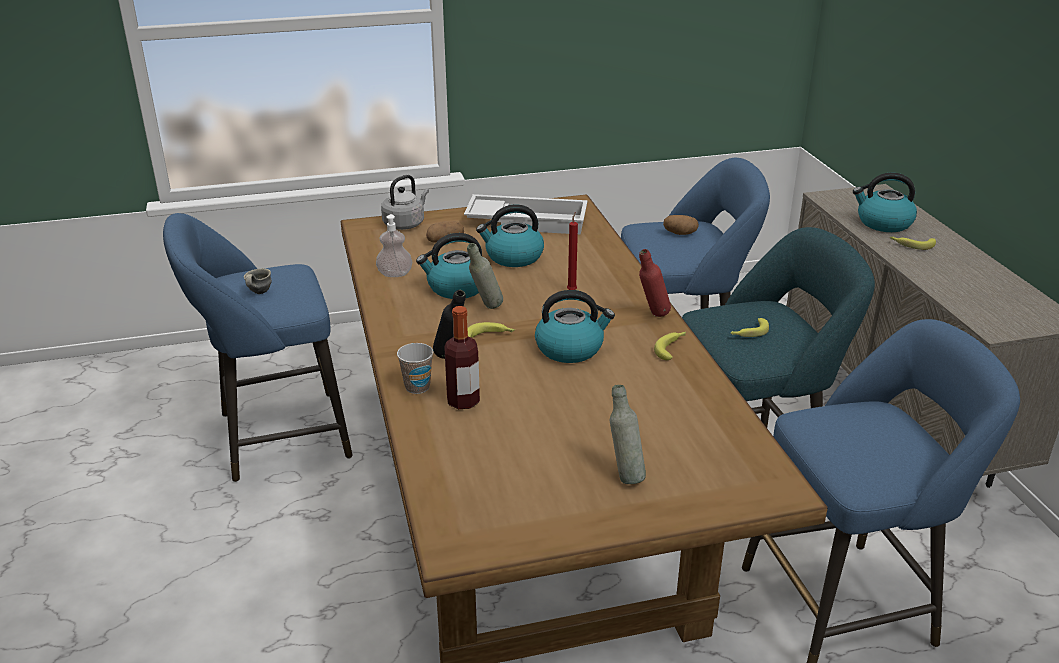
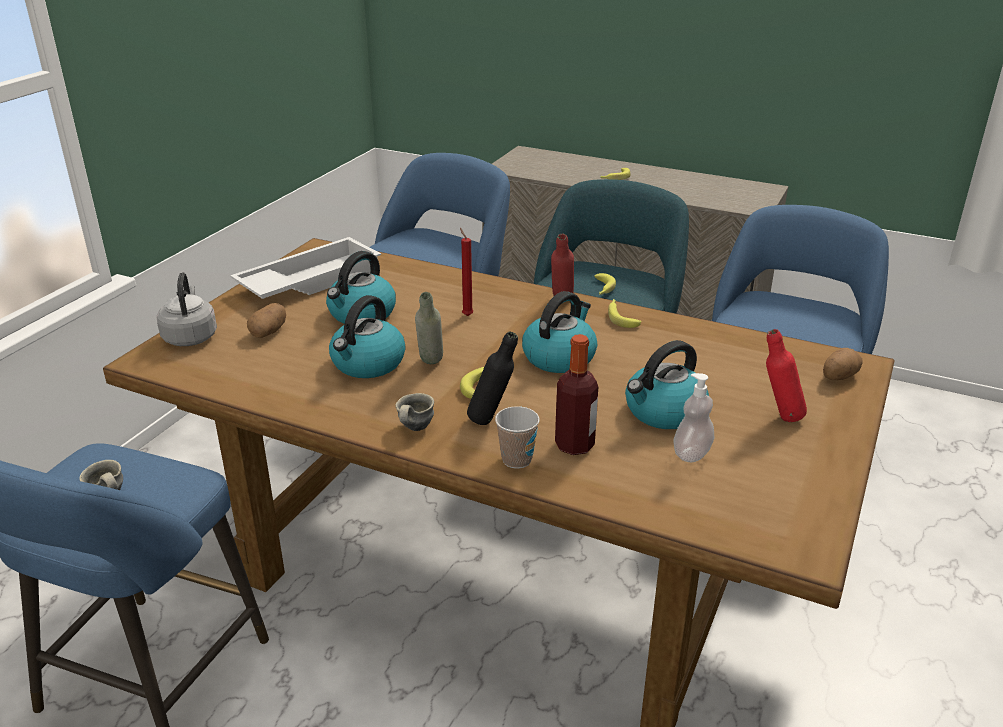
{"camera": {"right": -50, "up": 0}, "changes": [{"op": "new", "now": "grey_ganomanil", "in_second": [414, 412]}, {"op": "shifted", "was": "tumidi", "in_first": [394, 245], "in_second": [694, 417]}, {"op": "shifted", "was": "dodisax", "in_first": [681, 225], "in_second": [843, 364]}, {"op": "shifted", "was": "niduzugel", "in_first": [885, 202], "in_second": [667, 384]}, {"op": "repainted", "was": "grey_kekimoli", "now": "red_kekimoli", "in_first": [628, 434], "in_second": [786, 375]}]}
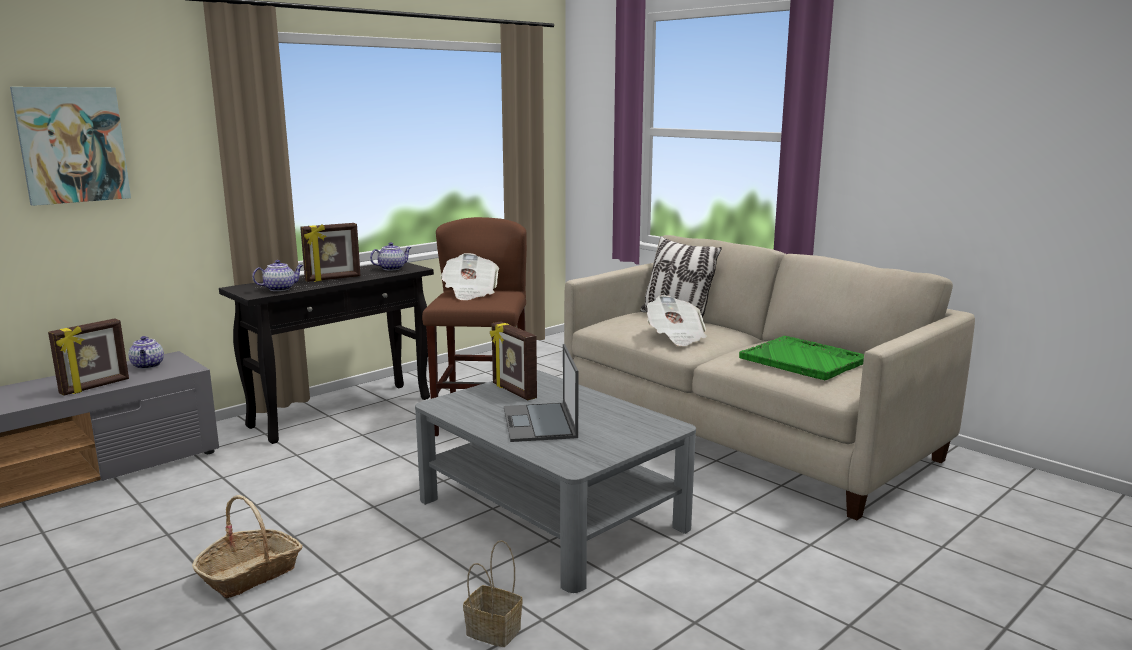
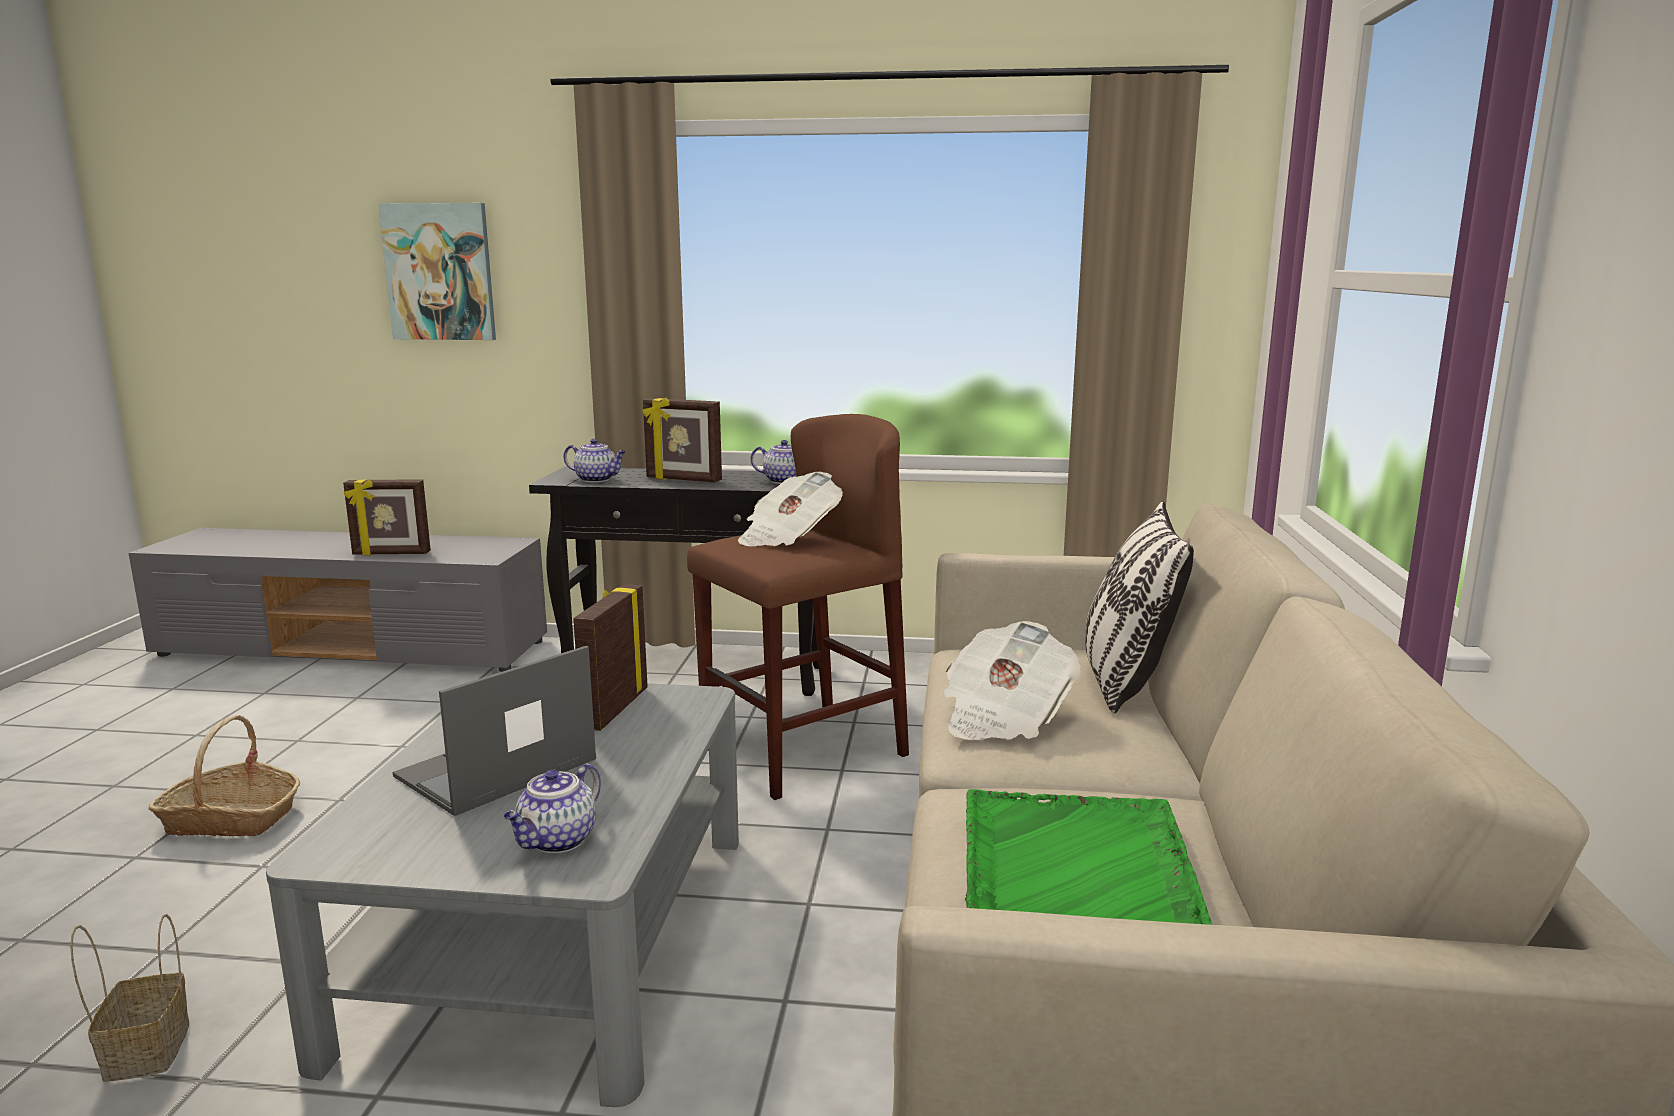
{"camera": {"right": 50, "up": 0}, "changes": [{"op": "shifted", "was": "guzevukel", "in_first": [146, 352], "in_second": [552, 808]}]}
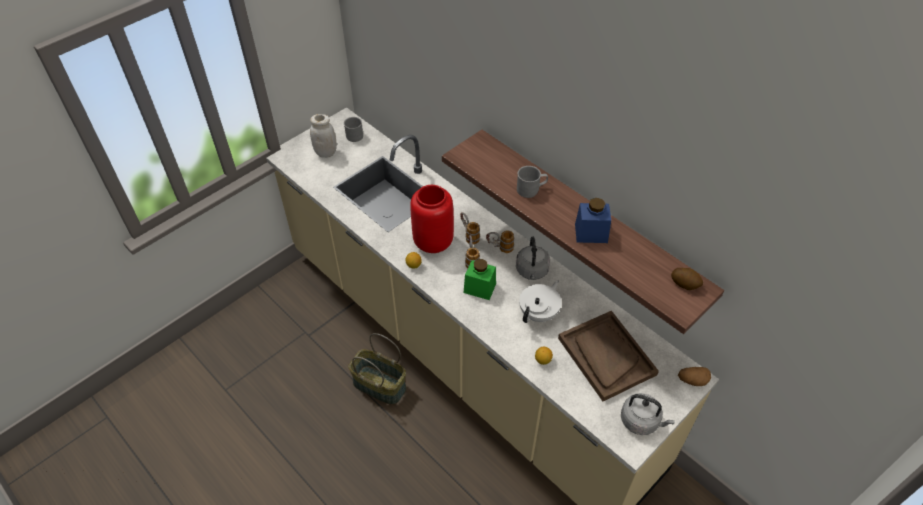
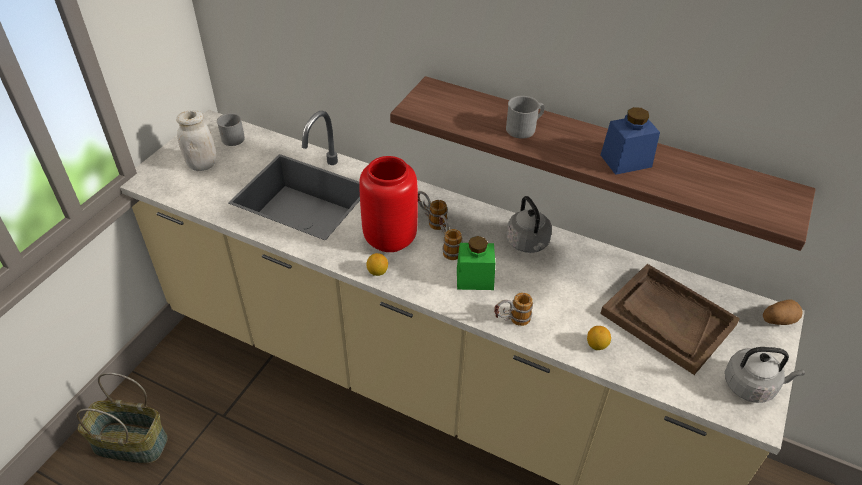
{"camera": {"right": -20, "up": -5}, "changes": [{"op": "gone", "was": "white_guzevukel", "in_first": [540, 301]}, {"op": "gone", "was": "dodisax", "in_first": [687, 279]}, {"op": "shifted", "was": "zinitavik", "in_first": [377, 369], "in_second": [122, 418]}, {"op": "shifted", "was": "ganomanil", "in_first": [500, 241], "in_second": [513, 309]}]}
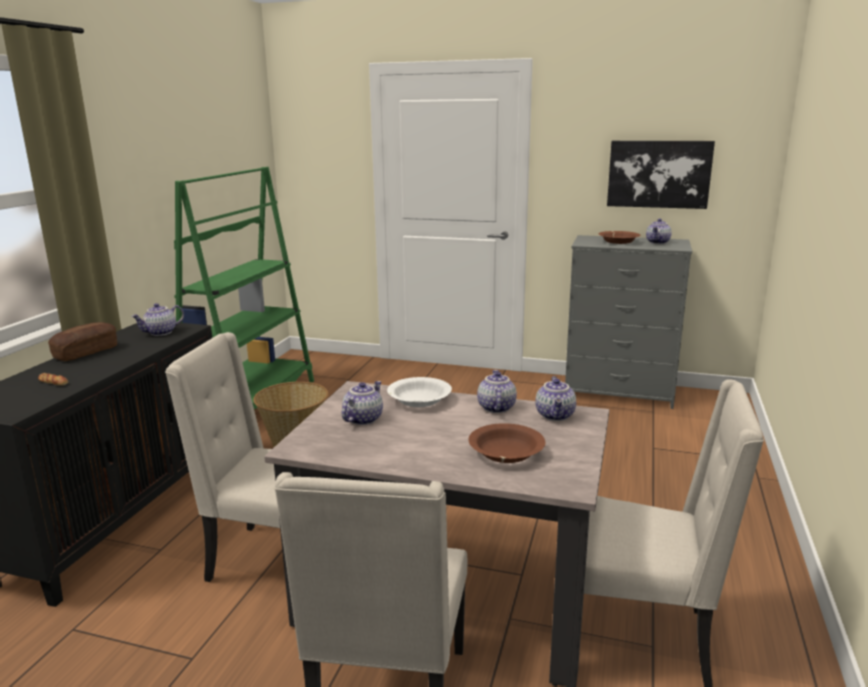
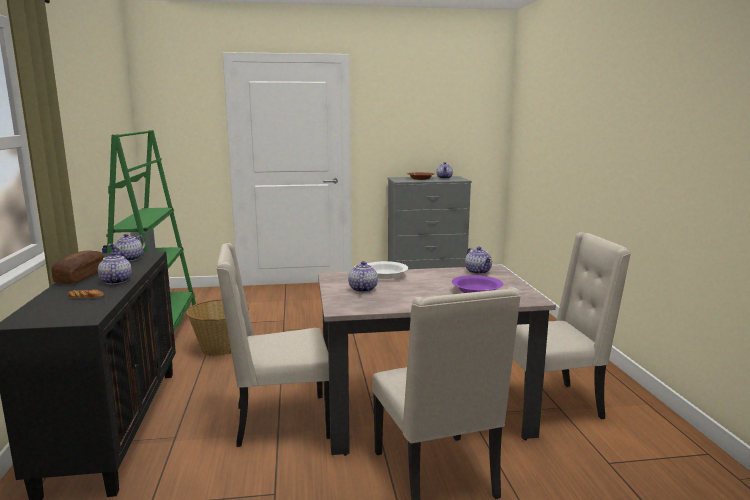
{"camera": {"right": -25, "up": -5}, "changes": [{"op": "gone", "was": "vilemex", "in_first": [661, 175]}, {"op": "shifted", "was": "guzevukel", "in_first": [497, 391], "in_second": [115, 268]}, {"op": "repainted", "was": "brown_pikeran", "now": "purple_pikeran", "in_first": [506, 443], "in_second": [477, 284]}]}
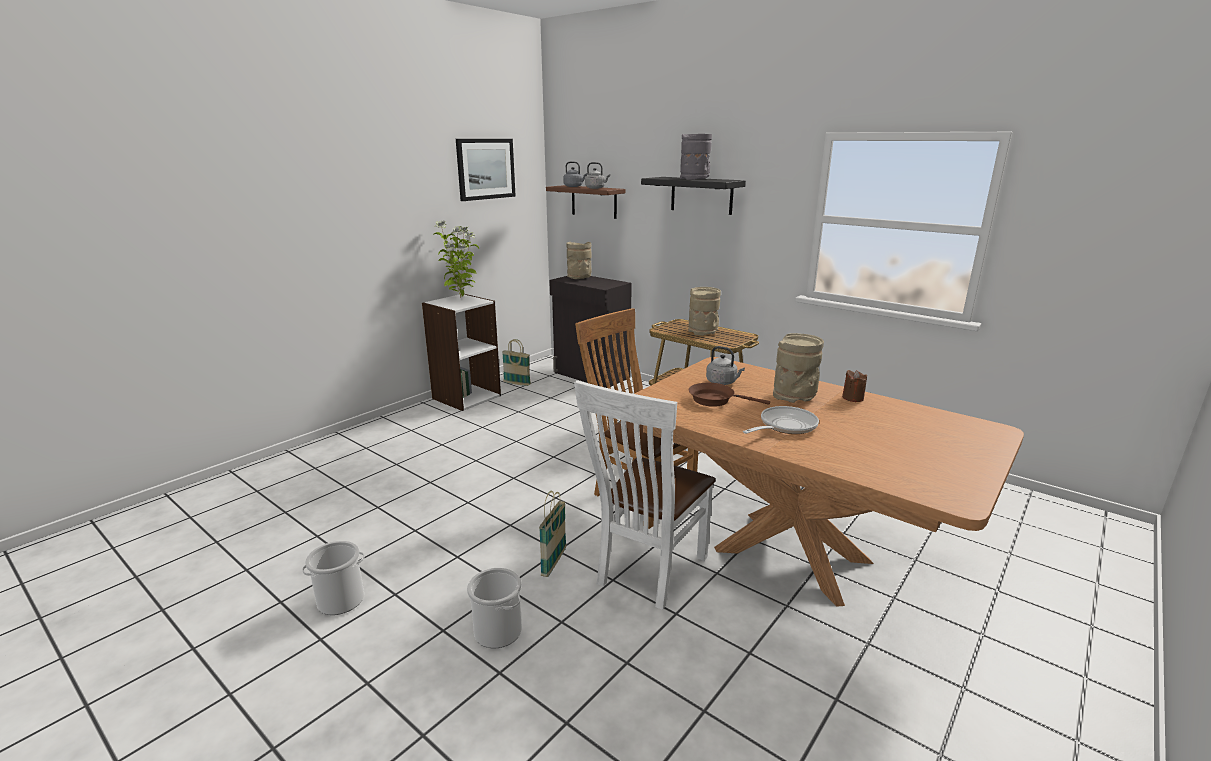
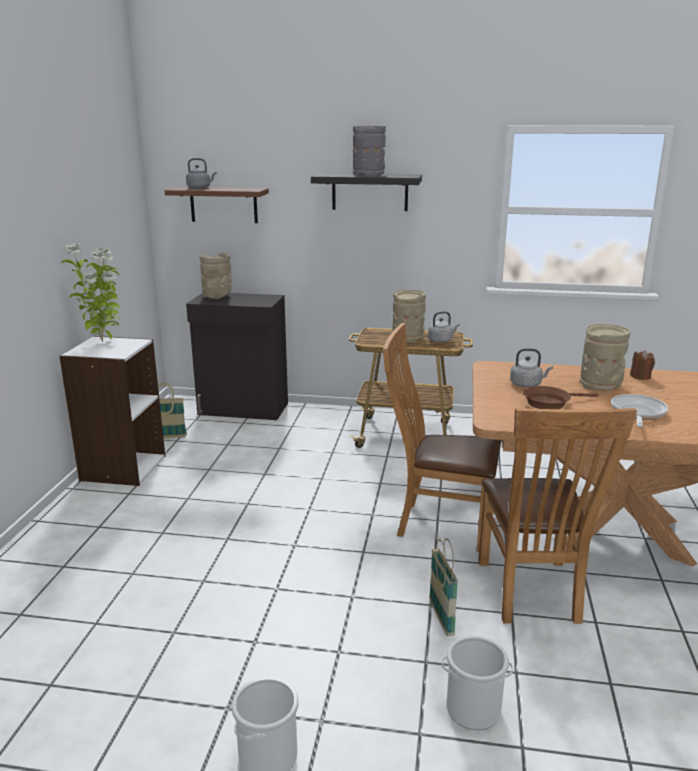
{"camera": {"right": -30, "up": 0}, "changes": [{"op": "gone", "was": "vilemex", "in_first": [486, 170]}, {"op": "shifted", "was": "grey_niduzugel", "in_first": [597, 175], "in_second": [444, 327]}, {"op": "repainted", "was": "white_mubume", "now": "brown_mubume", "in_first": [644, 495], "in_second": [557, 516]}]}
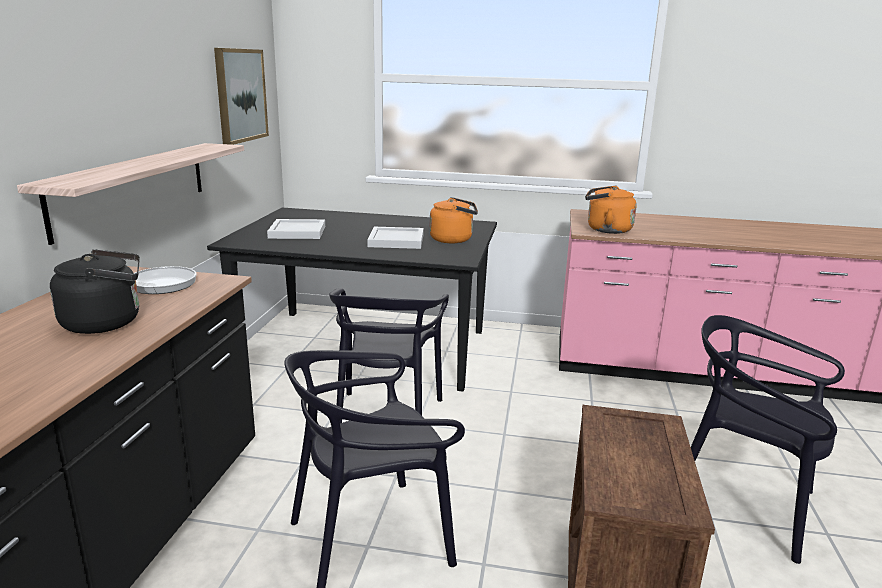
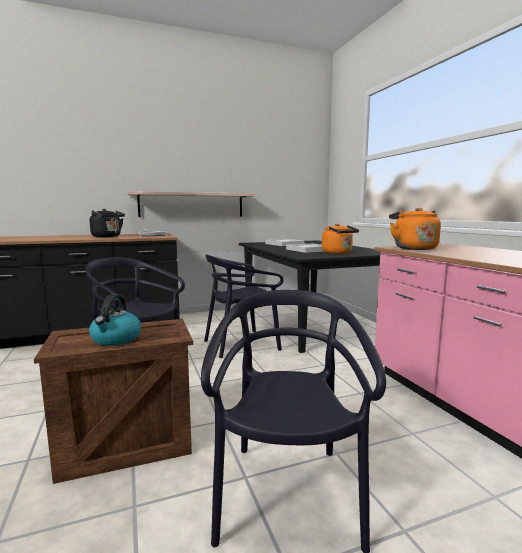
{"camera": {"right": 60, "up": -10}, "changes": [{"op": "gone", "was": "vilemex", "in_first": [241, 96]}, {"op": "new", "now": "niduzugel", "in_second": [115, 320]}]}
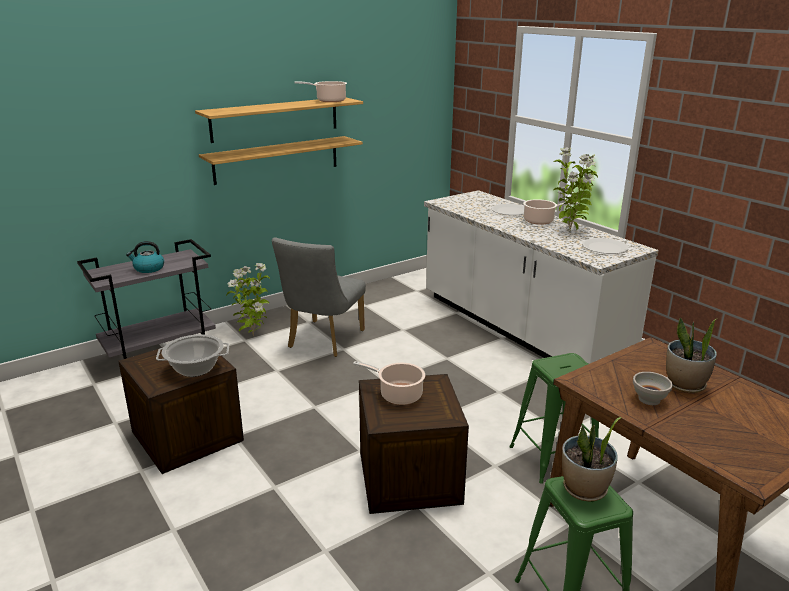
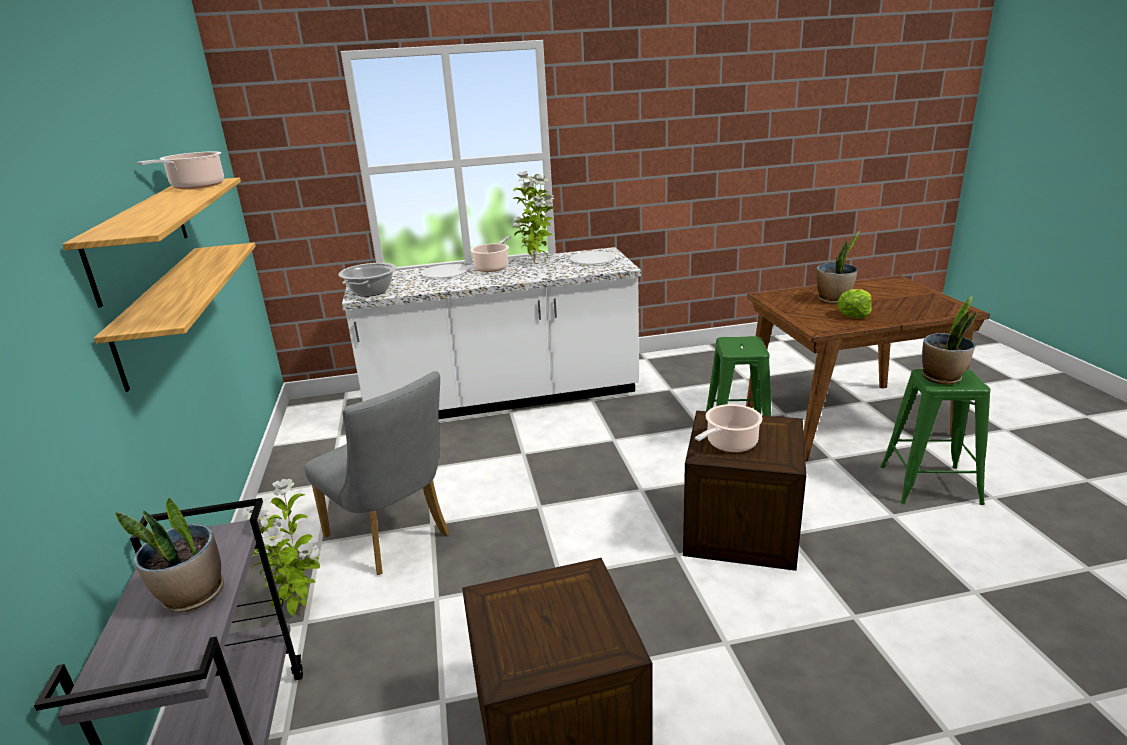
{"camera": {"right": -65, "up": 0}, "changes": [{"op": "shifted", "was": "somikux", "in_first": [192, 355], "in_second": [367, 280]}, {"op": "swapped", "was": "niduzugel", "now": "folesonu", "in_first": [145, 257], "in_second": [169, 555]}, {"op": "swapped", "was": "white_pikeran", "now": "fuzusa", "in_first": [653, 388], "in_second": [854, 303]}]}
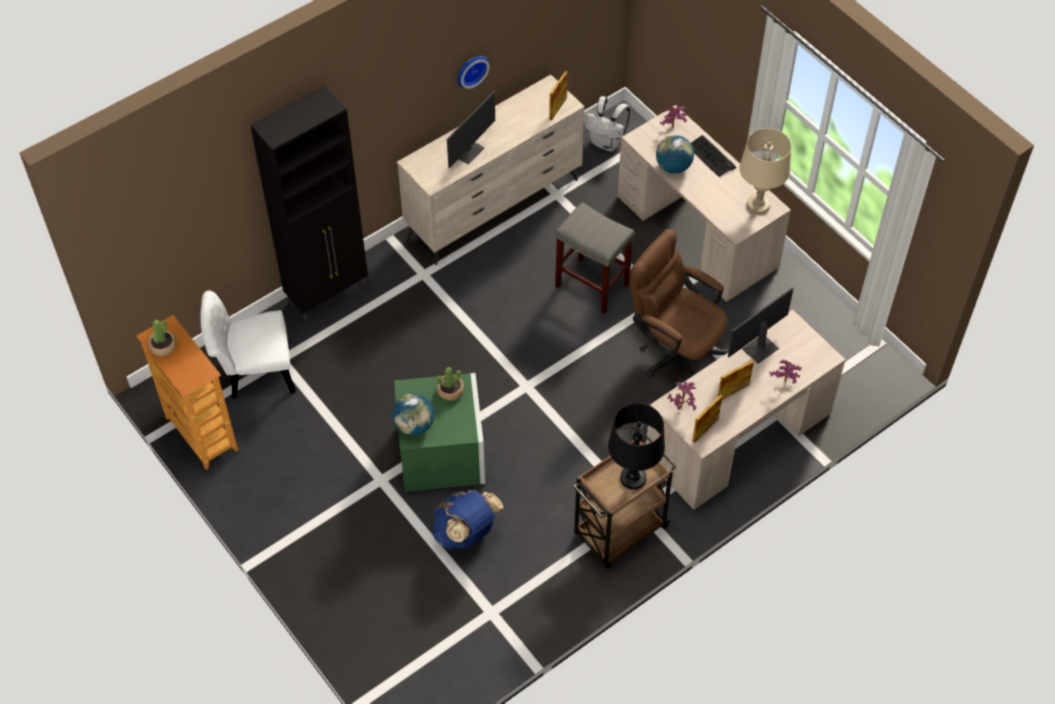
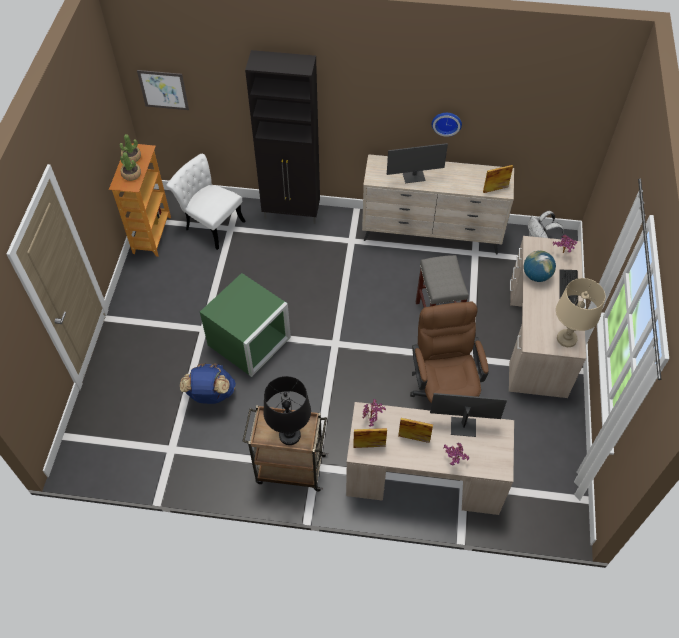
{"camera": {"right": 45, "up": 0}, "changes": [{"op": "gone", "was": "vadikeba", "in_first": [414, 414]}, {"op": "new", "now": "vilemex", "in_second": [163, 90]}, {"op": "shifted", "was": "folesonu", "in_first": [450, 384], "in_second": [130, 166]}]}
